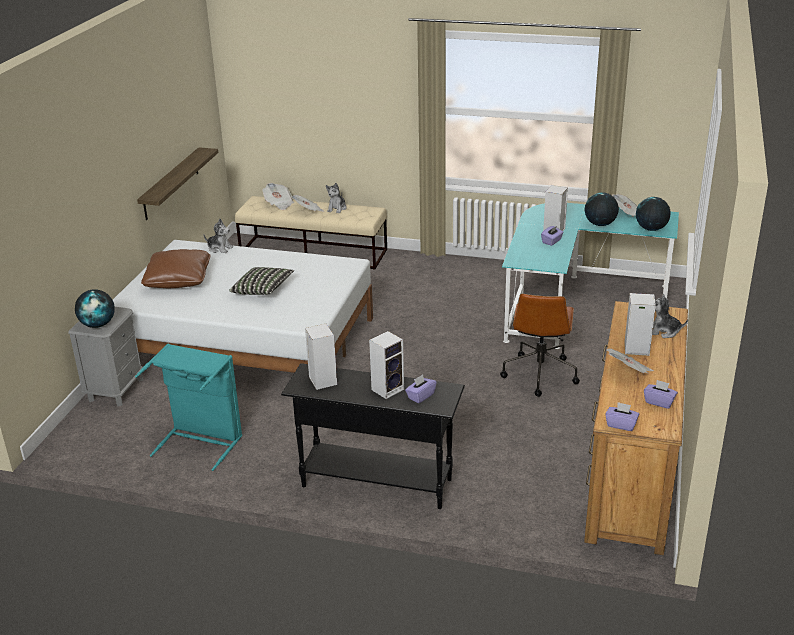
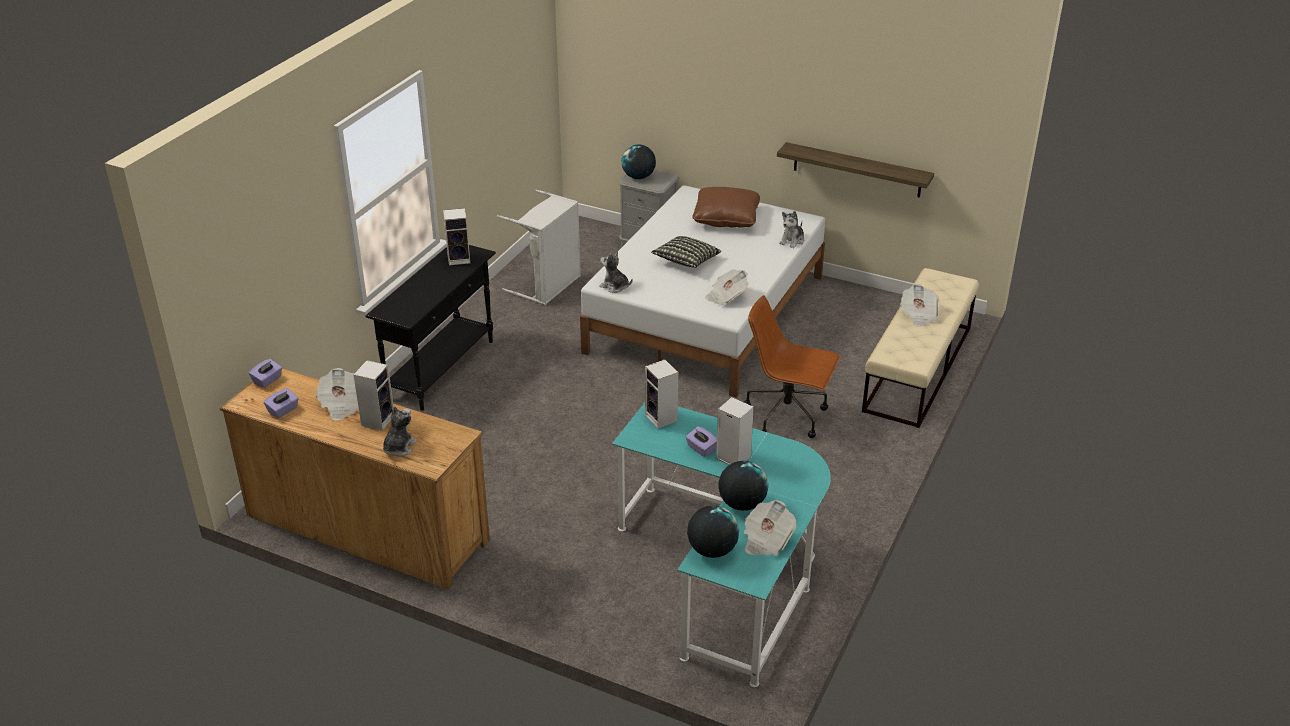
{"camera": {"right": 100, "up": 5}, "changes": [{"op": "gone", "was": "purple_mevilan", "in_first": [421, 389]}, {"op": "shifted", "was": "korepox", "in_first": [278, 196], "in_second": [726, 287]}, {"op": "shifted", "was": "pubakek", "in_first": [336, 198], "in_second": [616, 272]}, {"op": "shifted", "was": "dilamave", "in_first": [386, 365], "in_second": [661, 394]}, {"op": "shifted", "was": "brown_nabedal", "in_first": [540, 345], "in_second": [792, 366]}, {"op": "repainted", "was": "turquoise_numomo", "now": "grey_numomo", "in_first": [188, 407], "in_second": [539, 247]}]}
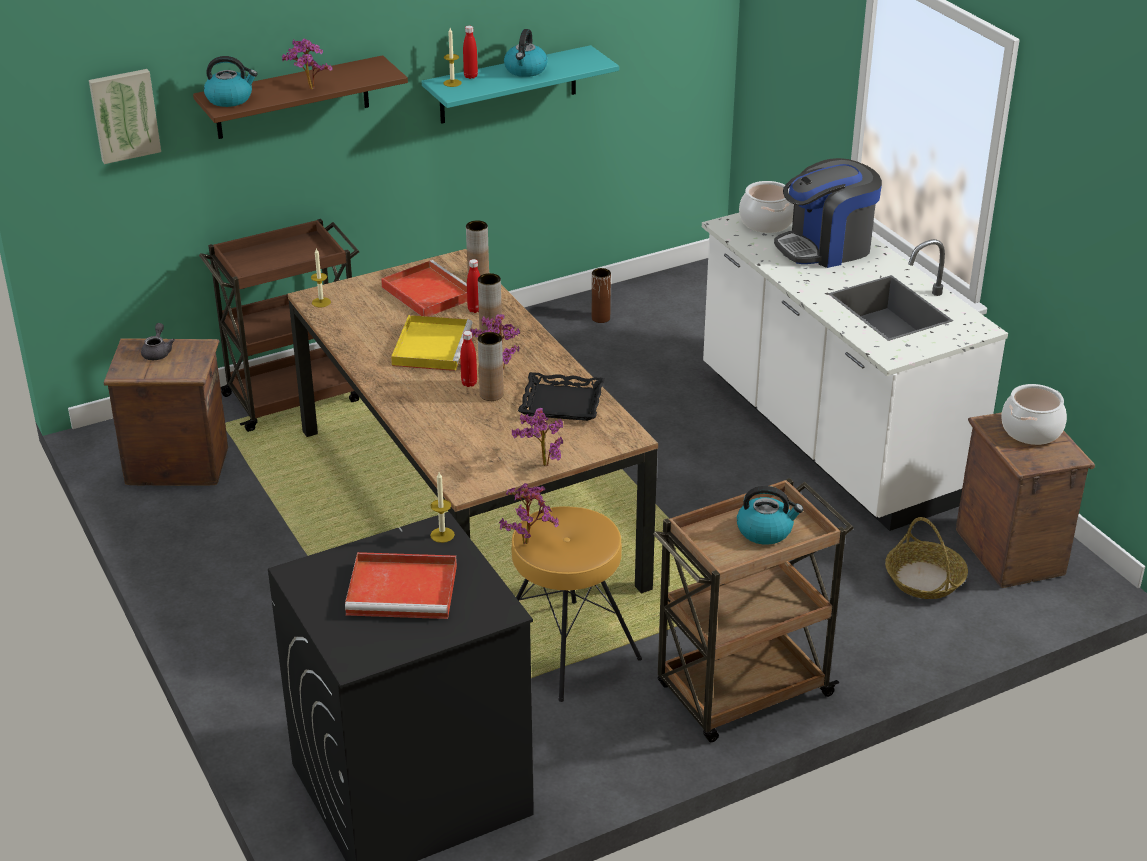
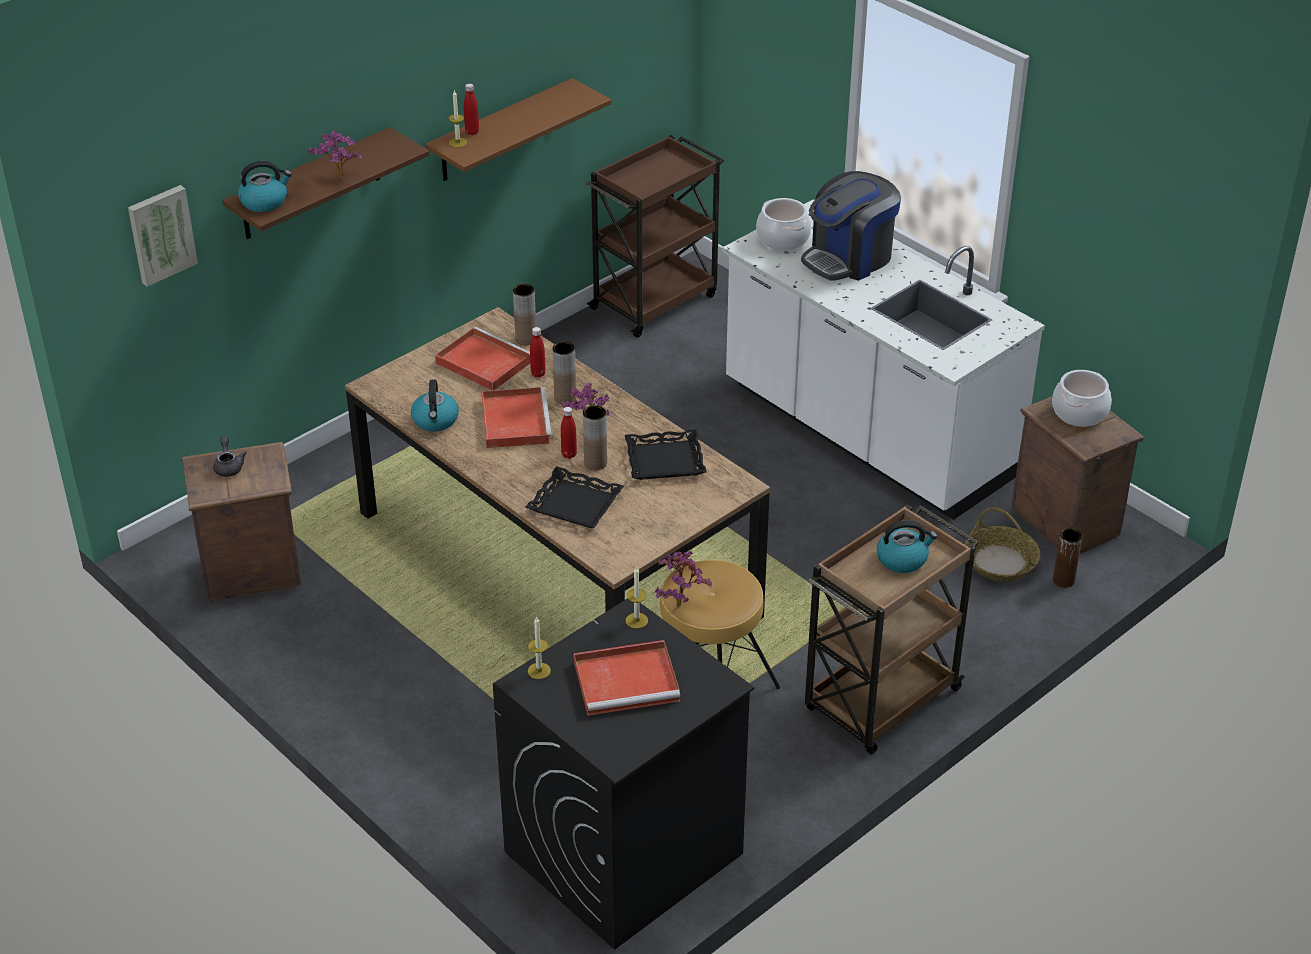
{"camera": {"right": -15, "up": 5}, "changes": [{"op": "gone", "was": "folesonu", "in_first": [537, 437]}, {"op": "new", "now": "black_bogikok", "in_second": [575, 497]}, {"op": "shifted", "was": "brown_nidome", "in_first": [279, 325], "in_second": [655, 236]}, {"op": "shifted", "was": "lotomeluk", "in_first": [321, 278], "in_second": [539, 647]}, {"op": "shifted", "was": "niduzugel", "in_first": [526, 53], "in_second": [435, 406]}, {"op": "shifted", "was": "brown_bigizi", "in_first": [601, 295], "in_second": [1067, 558]}, {"op": "repainted", "was": "yellow_bogikok", "now": "red_bogikok", "in_first": [431, 343], "in_second": [516, 417]}, {"op": "repainted", "was": "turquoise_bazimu", "now": "brown_bazimu", "in_first": [520, 84], "in_second": [518, 129]}]}
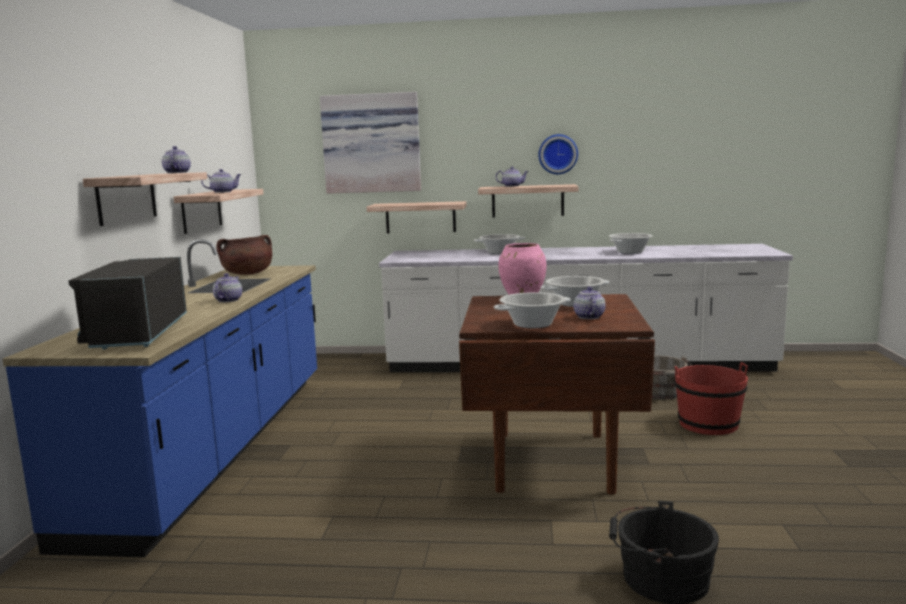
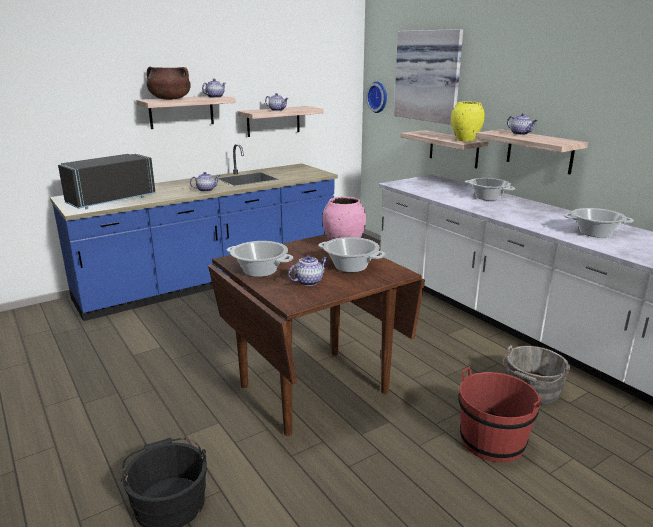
{"camera": {"right": 50, "up": 10}, "changes": [{"op": "new", "now": "yellow_bigizi", "in_second": [468, 121]}, {"op": "shifted", "was": "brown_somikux", "in_first": [244, 255], "in_second": [168, 83]}, {"op": "shifted", "was": "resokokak", "in_first": [558, 154], "in_second": [376, 97]}]}
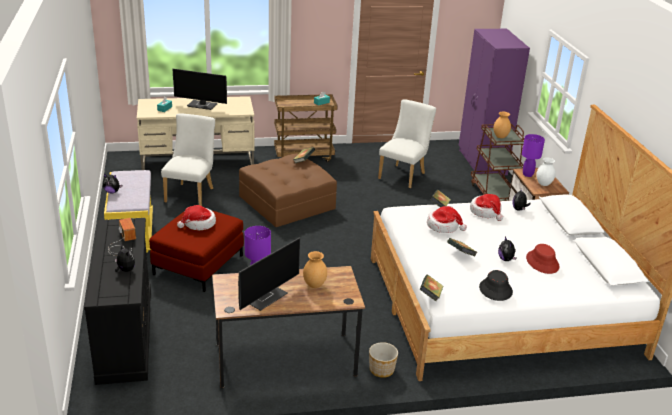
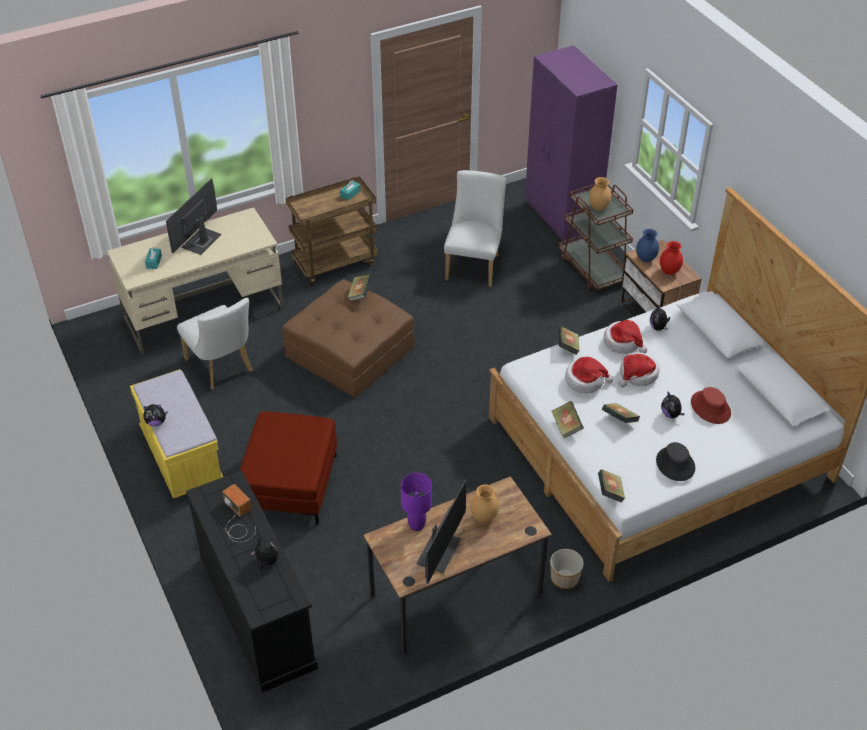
{"camera": {"right": -15, "up": 15}, "changes": [{"op": "new", "now": "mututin", "in_second": [568, 419]}, {"op": "shifted", "was": "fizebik", "in_first": [196, 217], "in_second": [639, 369]}, {"op": "swapped", "was": "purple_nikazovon", "now": "blue_bigizi", "in_first": [533, 155], "in_second": [647, 245]}, {"op": "repainted", "was": "white_bigizi", "now": "red_bigizi", "in_first": [546, 171], "in_second": [671, 258]}, {"op": "rotated", "was": "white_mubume", "in_first": [188, 160], "in_second": [215, 343], "clockwise": 150}, {"op": "rotated", "was": "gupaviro", "in_first": [200, 89], "in_second": [193, 216], "clockwise": 120}]}
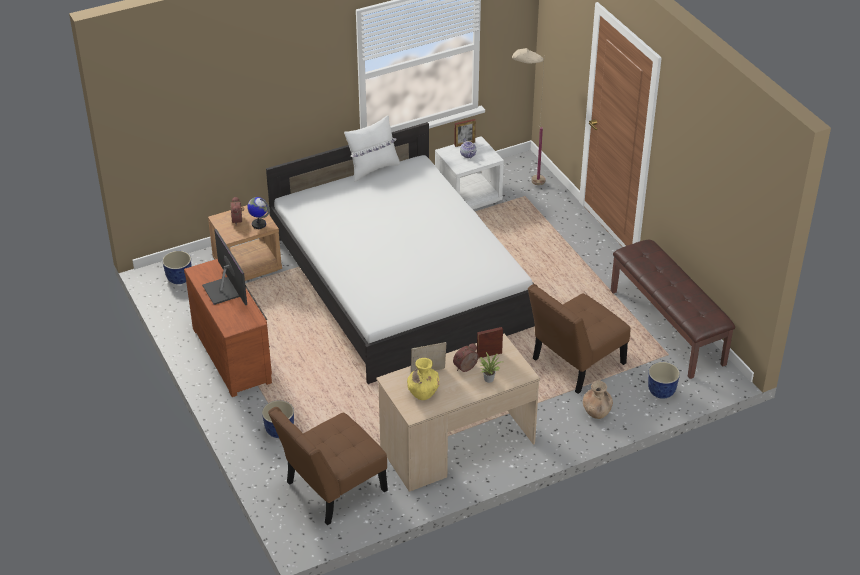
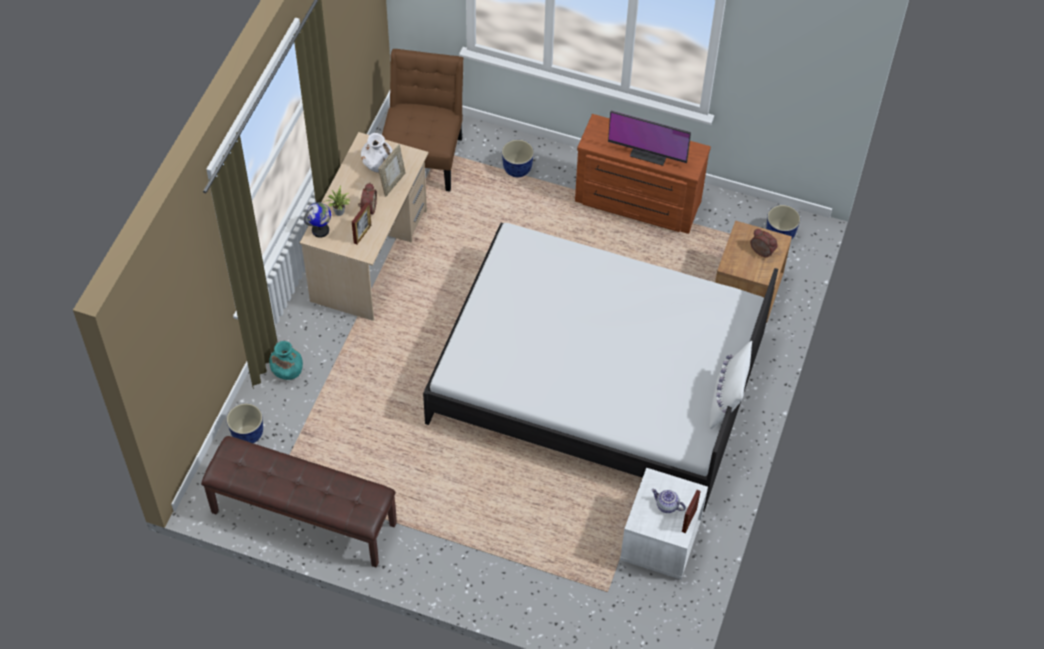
{"camera": {"right": 135, "up": 15}, "changes": [{"op": "gone", "was": "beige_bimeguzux", "in_first": [528, 116]}, {"op": "gone", "was": "brown_mubume", "in_first": [579, 339]}, {"op": "shifted", "was": "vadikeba", "in_first": [258, 213], "in_second": [317, 220]}, {"op": "repainted", "was": "yellow_bigizi", "now": "white_bigizi", "in_first": [423, 379], "in_second": [377, 153]}, {"op": "repainted", "was": "brown_bigizi", "now": "turquoise_bigizi", "in_first": [598, 399], "in_second": [286, 360]}]}
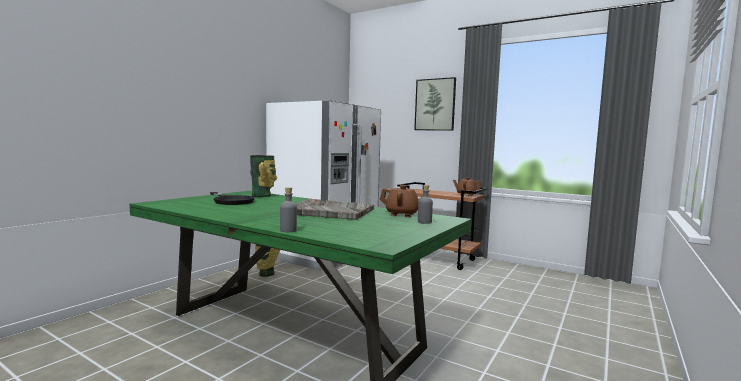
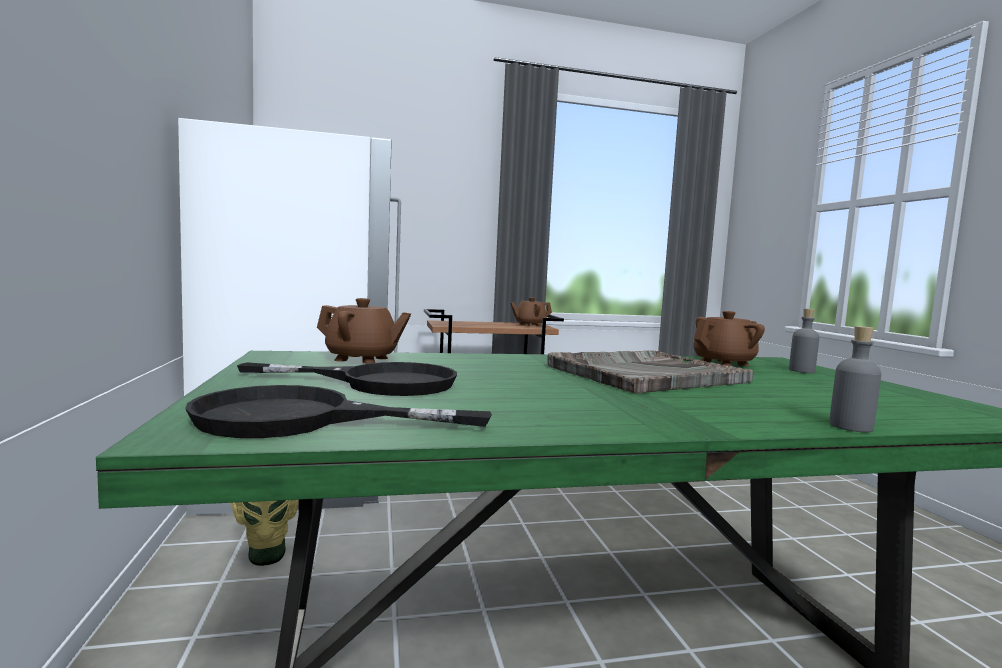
{"camera": {"right": -45, "up": 0}, "changes": [{"op": "gone", "was": "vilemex", "in_first": [435, 104]}, {"op": "new", "now": "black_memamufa", "in_second": [338, 411]}, {"op": "swapped", "was": "bigizi", "now": "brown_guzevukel", "in_first": [263, 176], "in_second": [364, 331]}]}
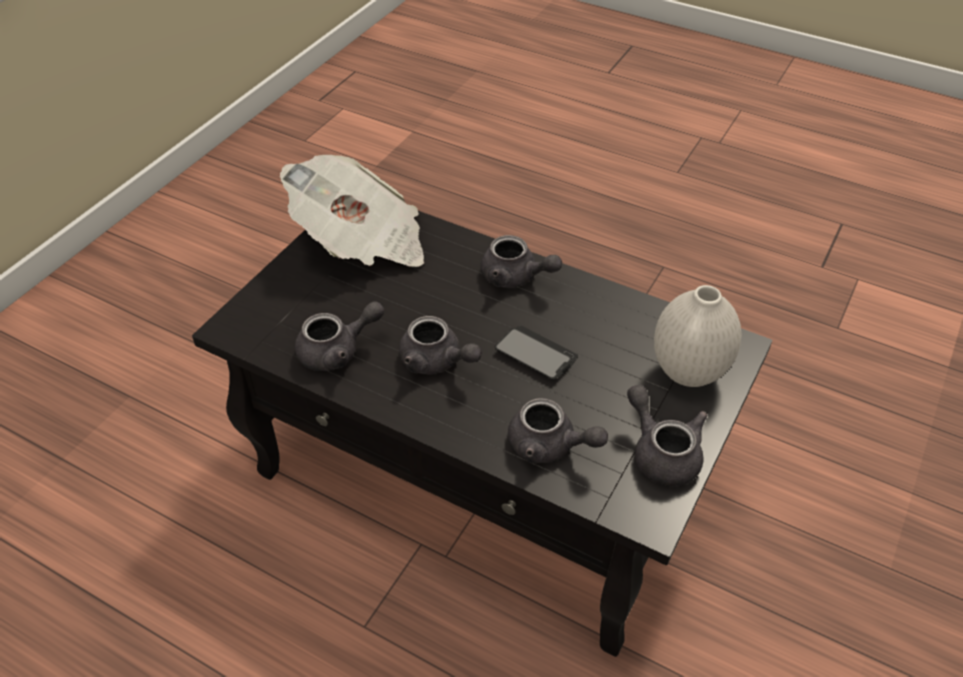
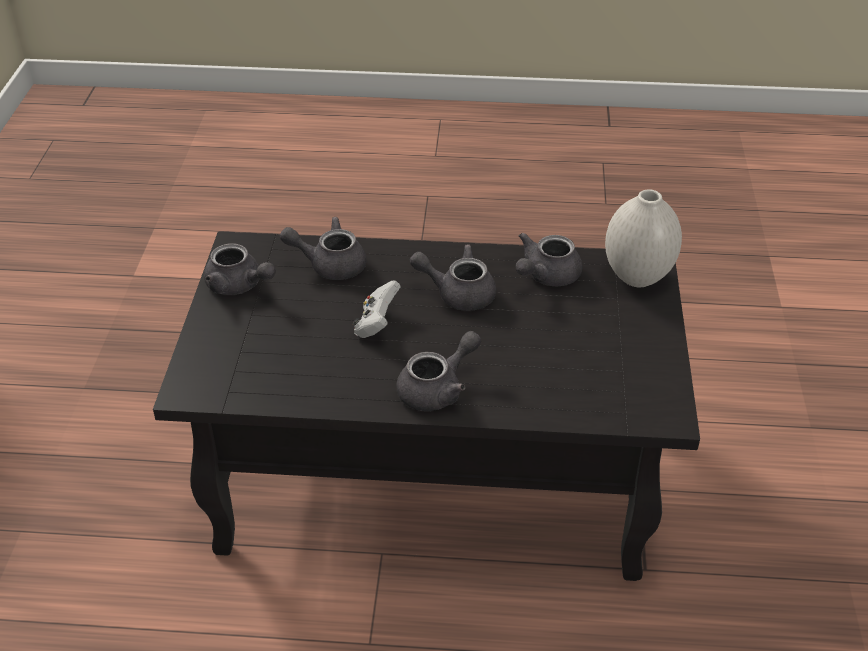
{"camera": {"right": 155, "up": -5}, "changes": [{"op": "gone", "was": "korepox", "in_first": [352, 211]}, {"op": "shifted", "was": "white_bigizi", "in_first": [698, 336], "in_second": [643, 238]}, {"op": "swapped", "was": "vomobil", "now": "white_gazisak", "in_first": [536, 352], "in_second": [376, 309]}, {"op": "rotated", "was": "grey_guzevukel", "in_first": [521, 261], "in_second": [438, 371], "clockwise": 135}]}
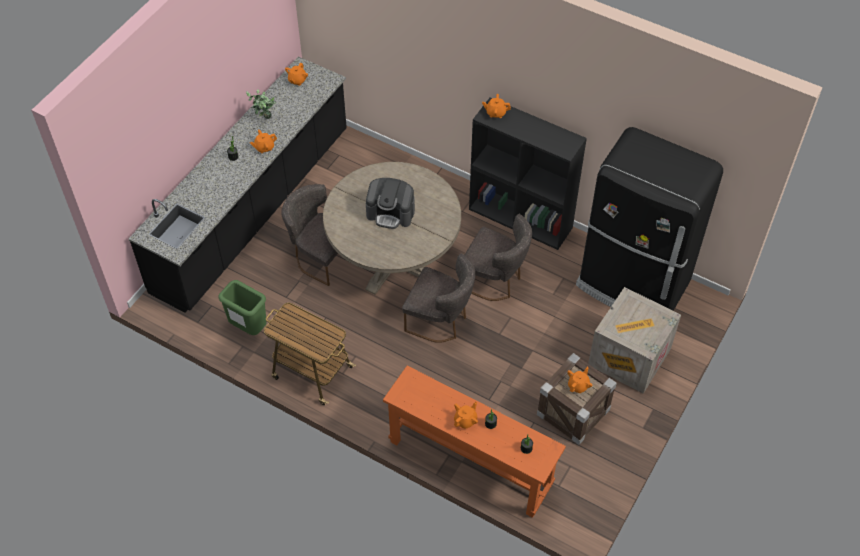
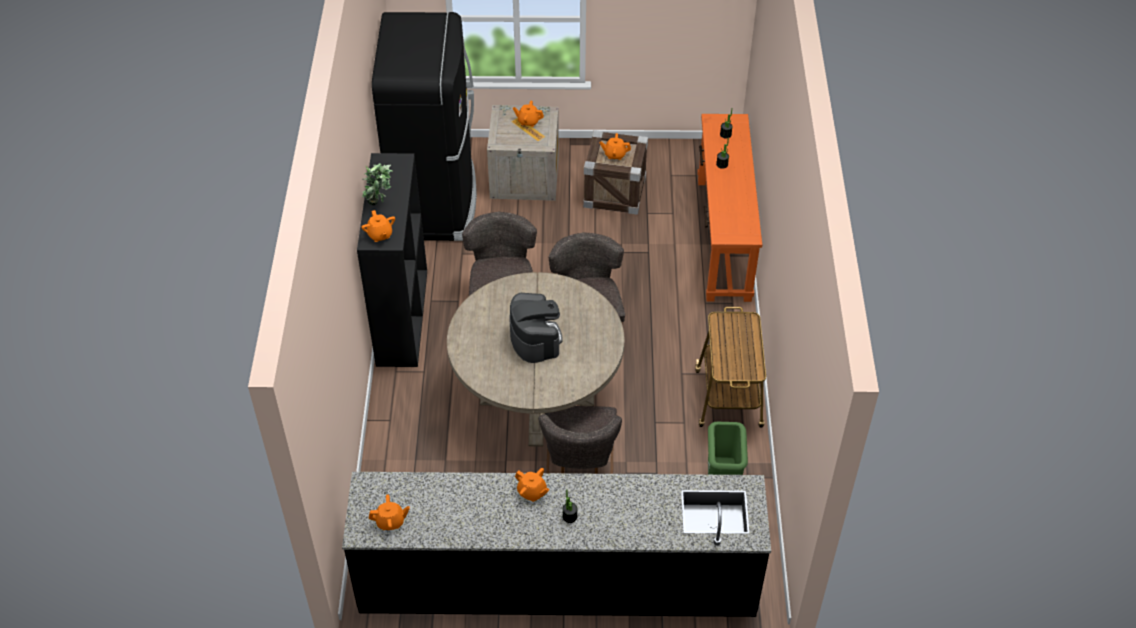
{"camera": {"right": -120, "up": -5}, "changes": [{"op": "shifted", "was": "folesonu", "in_first": [261, 104], "in_second": [377, 184]}, {"op": "shifted", "was": "orange_guzevukel", "in_first": [466, 415], "in_second": [528, 113]}]}
